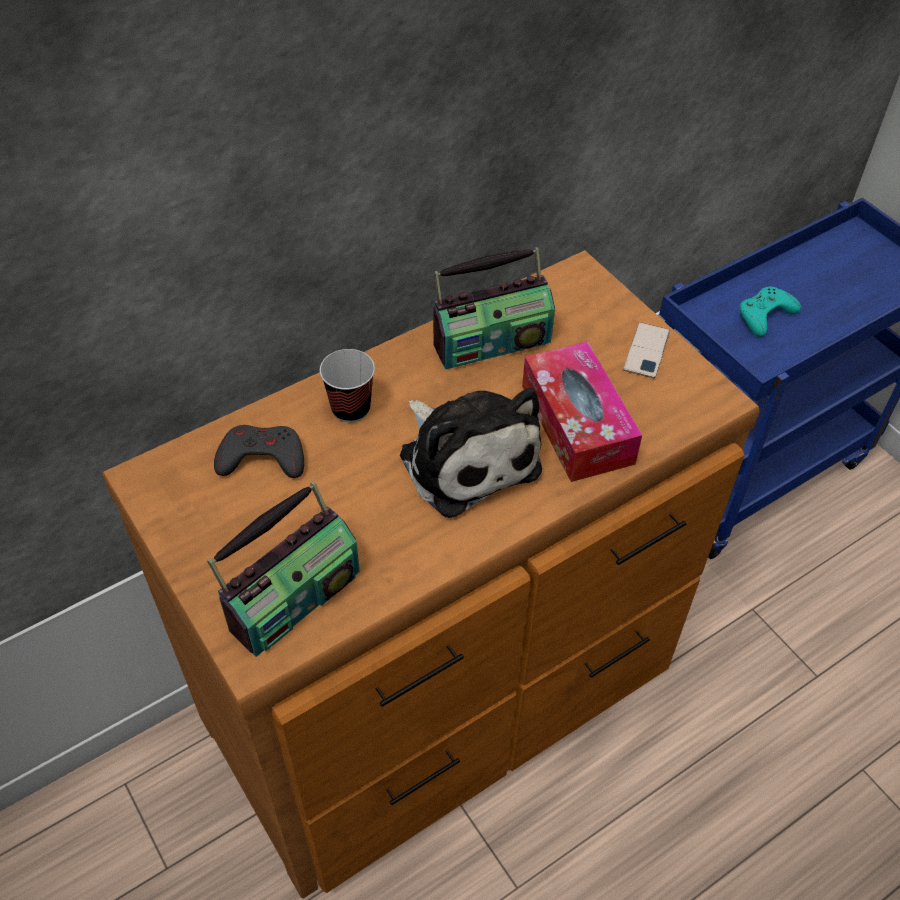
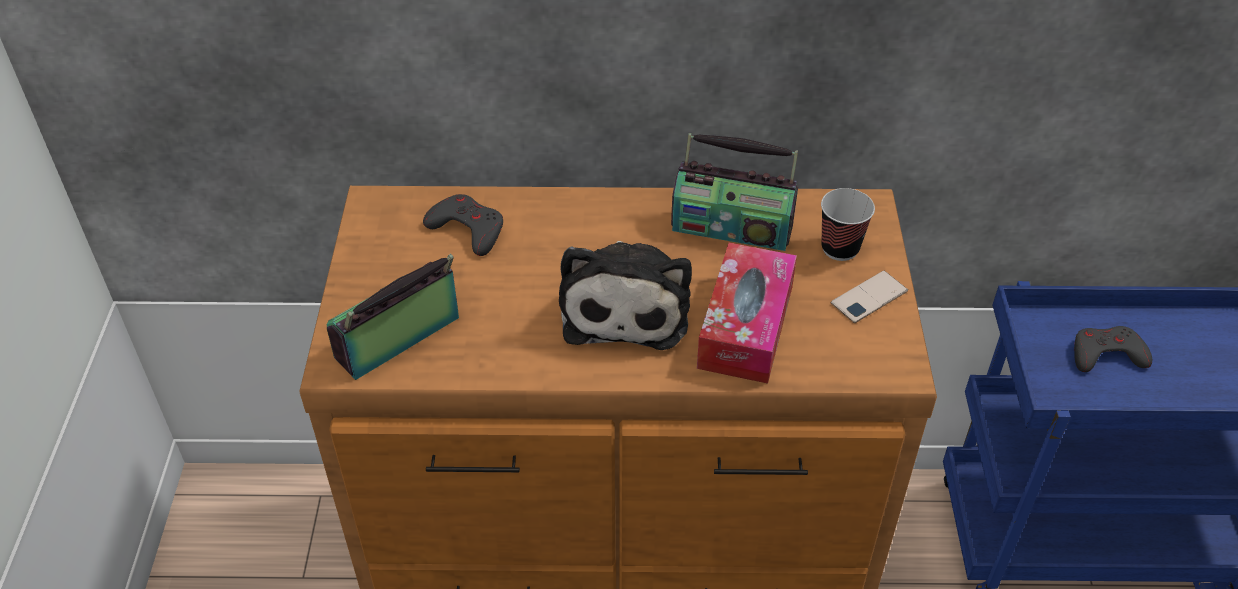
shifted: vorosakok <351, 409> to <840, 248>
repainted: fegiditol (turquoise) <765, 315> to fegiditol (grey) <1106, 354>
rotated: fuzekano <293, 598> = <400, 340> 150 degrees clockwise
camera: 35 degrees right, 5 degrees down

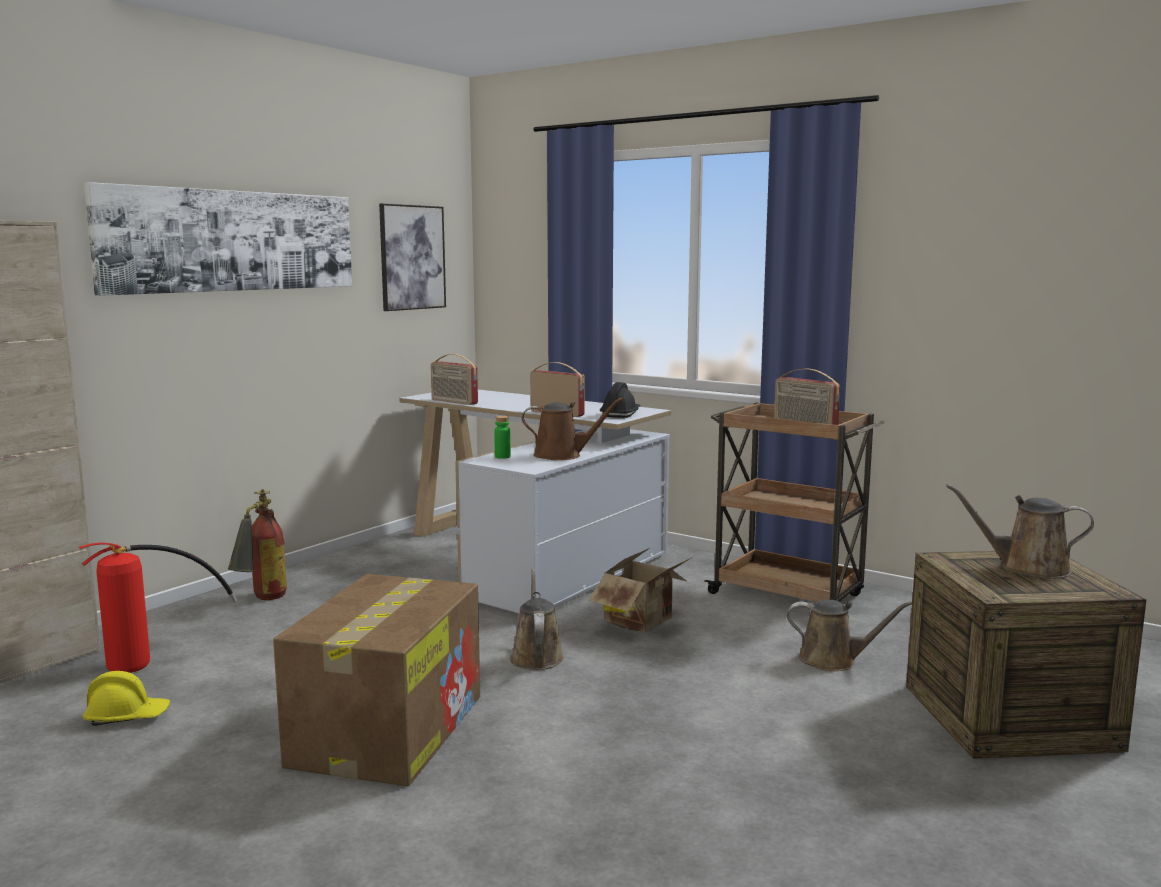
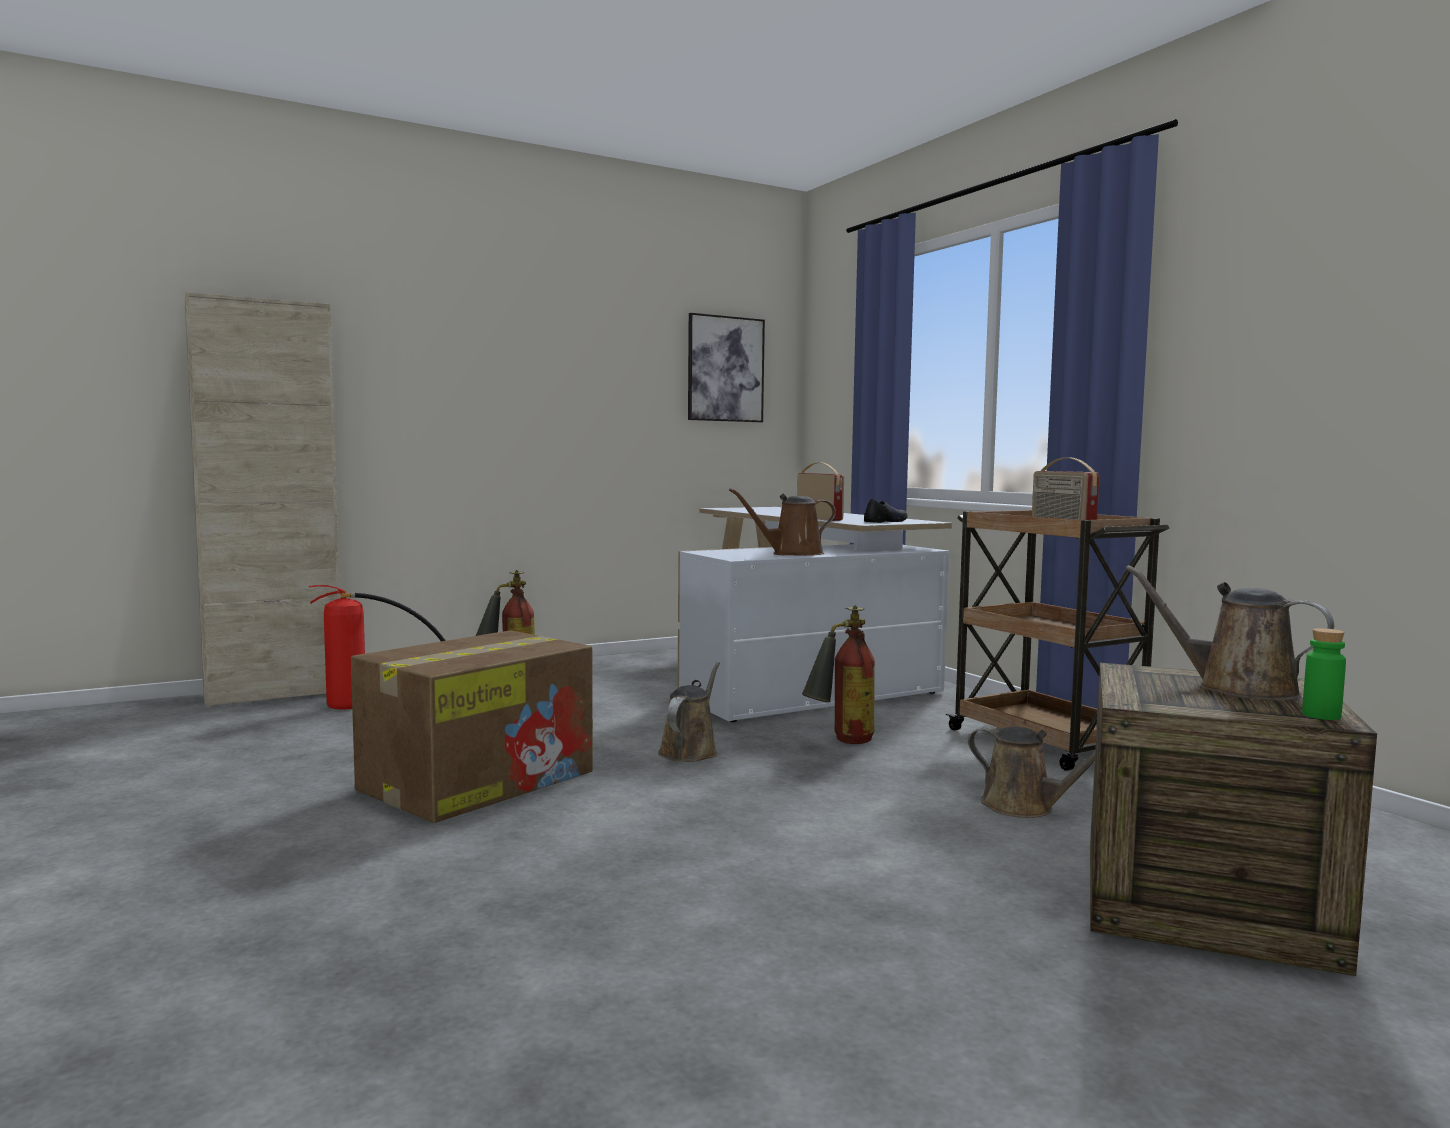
gone: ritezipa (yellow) <127, 716>; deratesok <232, 241>; fuzekano <453, 402>
shifted: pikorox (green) <502, 457> to <1321, 715>
swapped: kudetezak <644, 622> to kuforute <840, 742>; ritezipa (black) <620, 414> to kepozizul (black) <885, 521>
rotated: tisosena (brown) <562, 455> = <792, 554> 135 degrees clockwise
camera: 25 degrees right, 5 degrees down

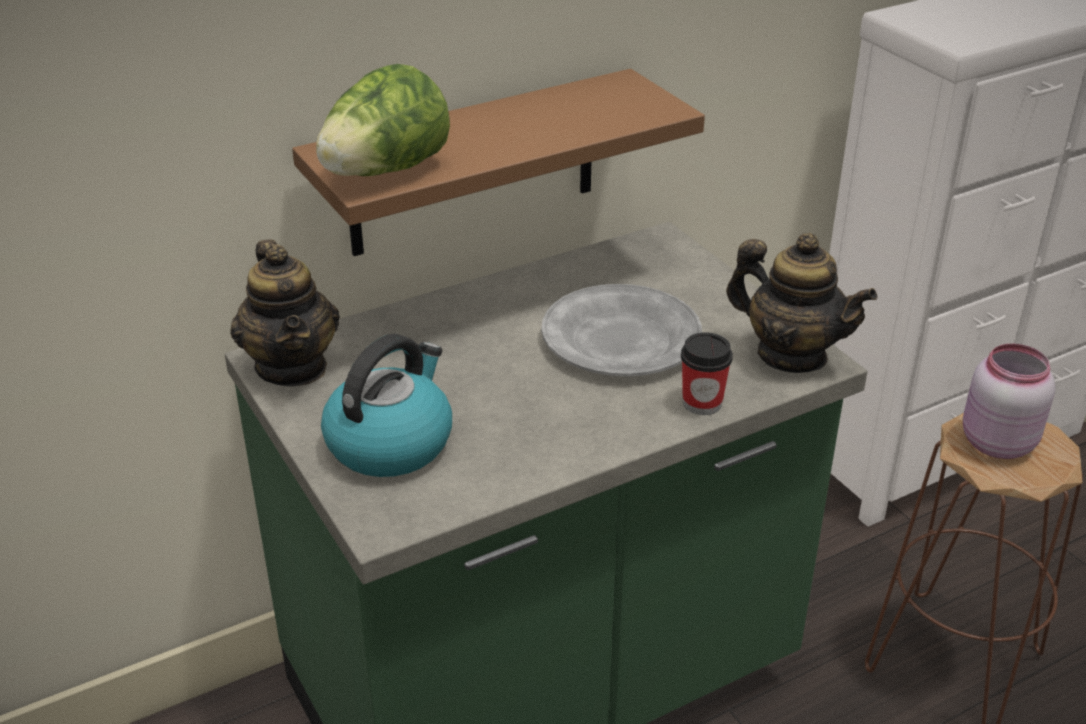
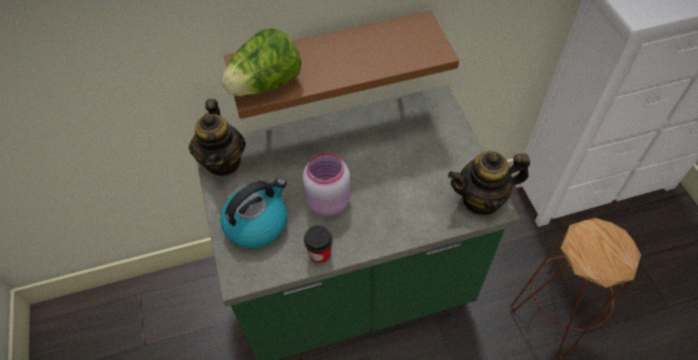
gone: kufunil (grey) <621, 338>
shifted: vorosakok <702, 403> to <320, 255>; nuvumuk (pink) <995, 442> to <327, 201>
rotated: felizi <791, 355> = <481, 199> 120 degrees clockwise
camera: 15 degrees right, 20 degrees up

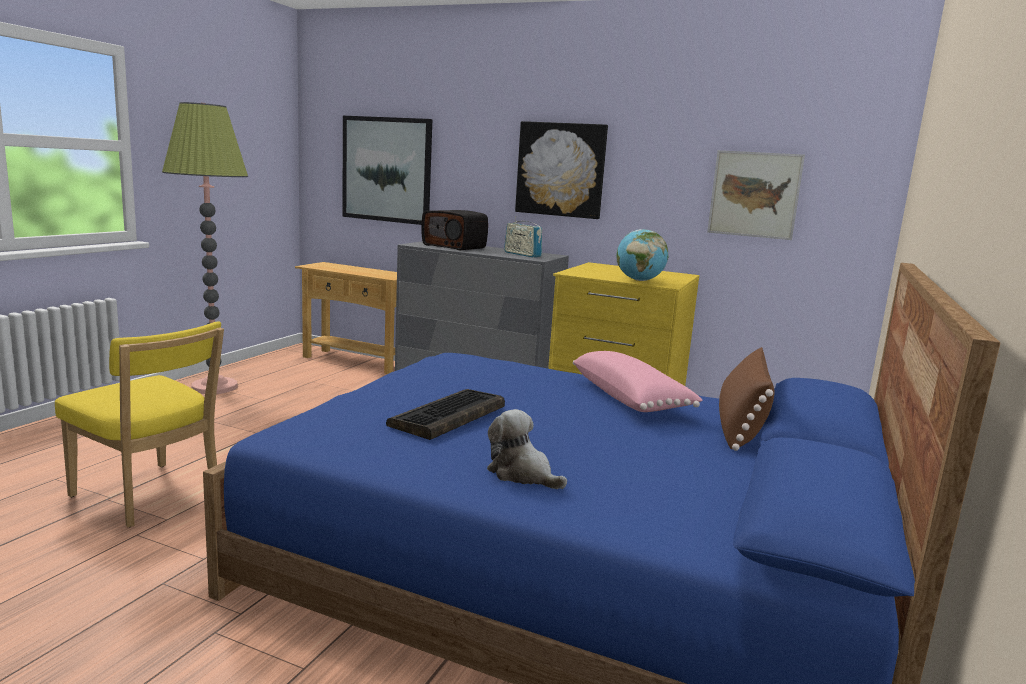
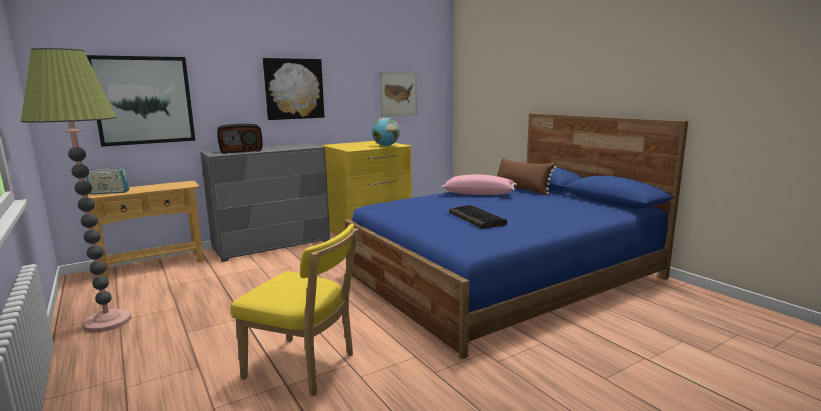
gone: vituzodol <522, 474>
shifted: fuzekano <522, 254> to <109, 192>
rotated: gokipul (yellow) <150, 497> = <304, 368> 45 degrees clockwise
camera: 55 degrees left, 0 degrees up

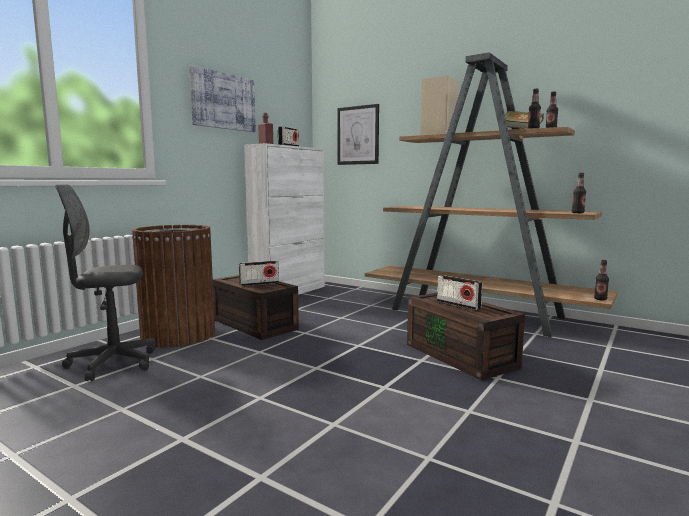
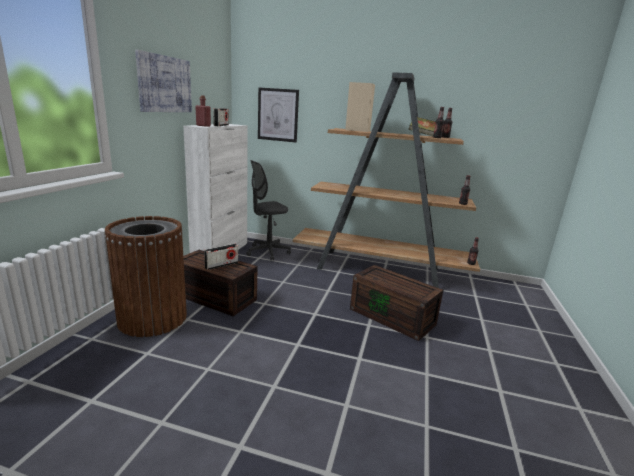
gone: fuzekano <458, 304>
shifted: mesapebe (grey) <113, 363> to <268, 252>
camera: 20 degrees left, 10 degrees up

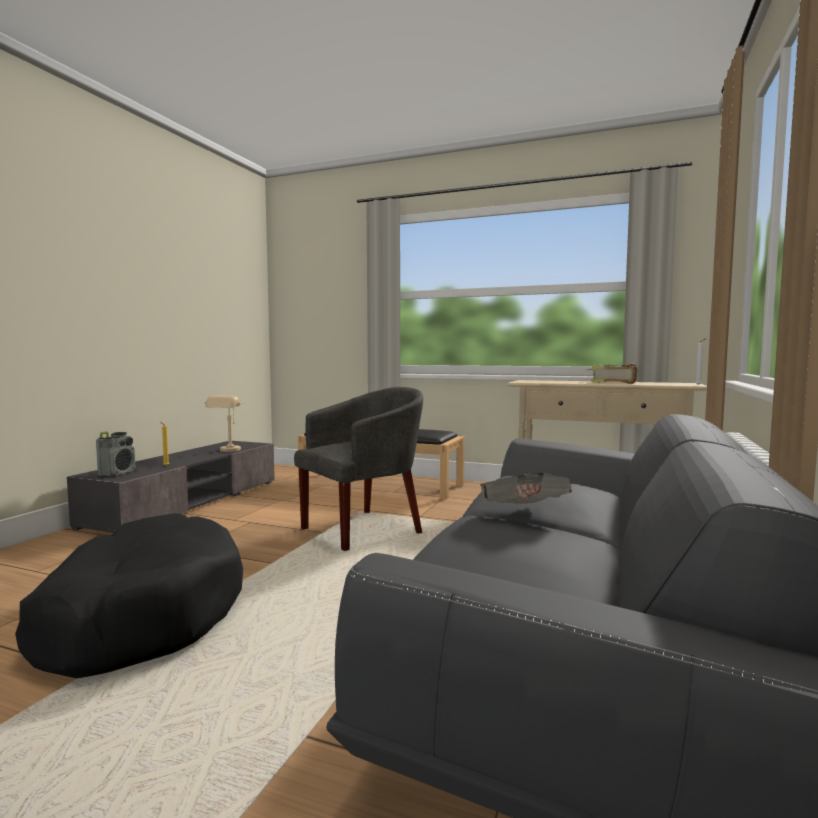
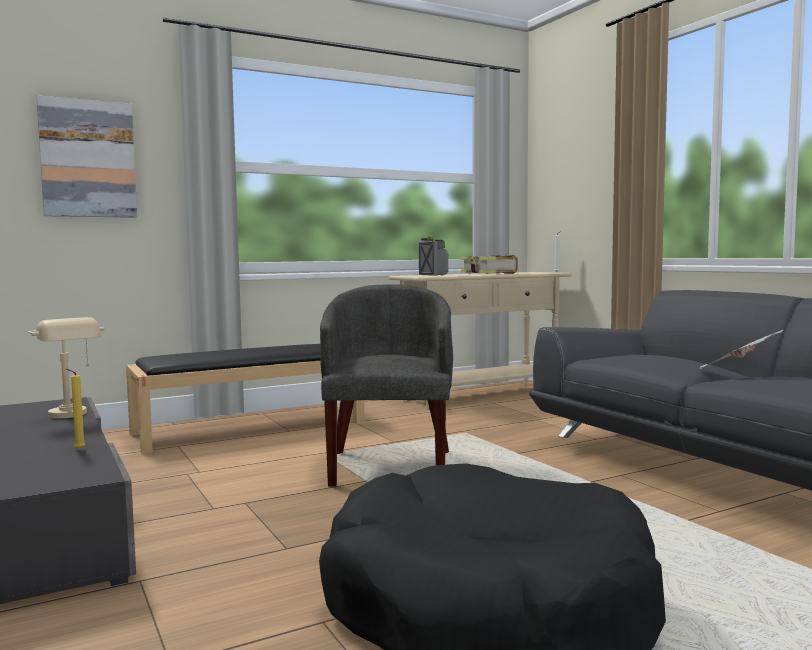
new: deratesok <88, 159>
shifted: fuzekano <117, 473> to <433, 275>
camera: 50 degrees left, 0 degrees up

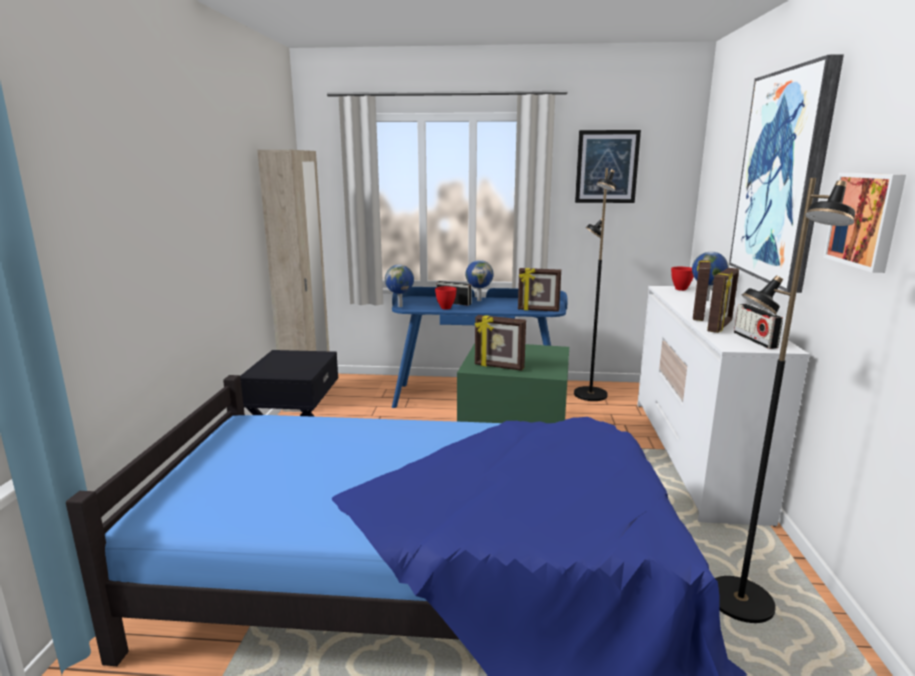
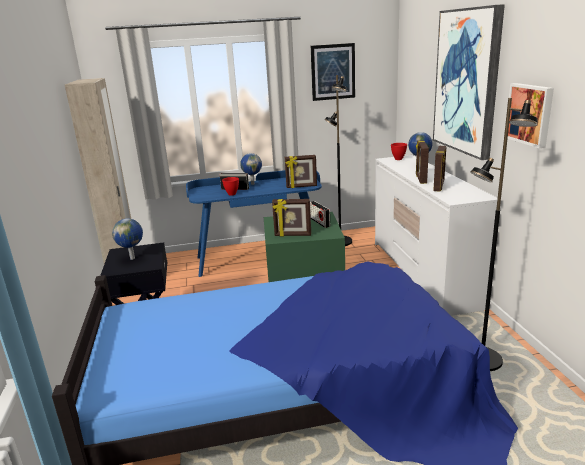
shifted: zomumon <400, 306> to <133, 258>; fuzekano <755, 340> to <319, 222>
camera: 15 degrees left, 5 degrees up

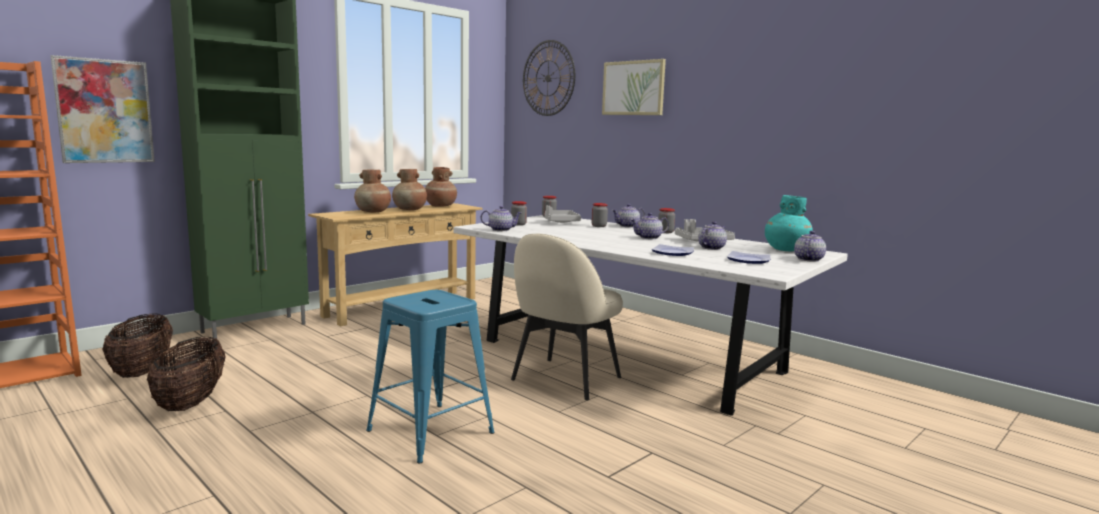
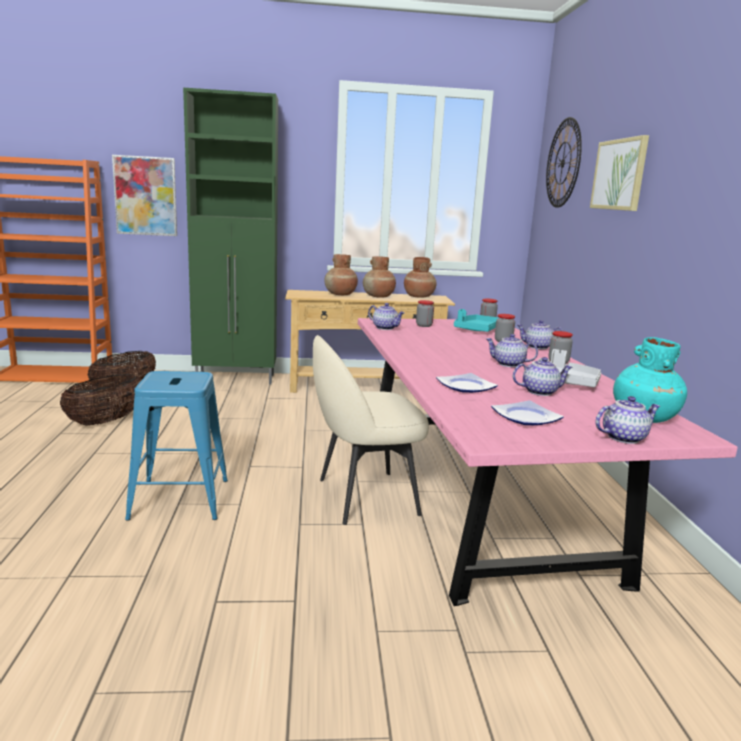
repainted: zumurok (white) <629, 356> to zumurok (pink) <475, 497>; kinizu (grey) <560, 222> to kinizu (turquoise) <477, 330>
camera: 40 degrees right, 5 degrees up

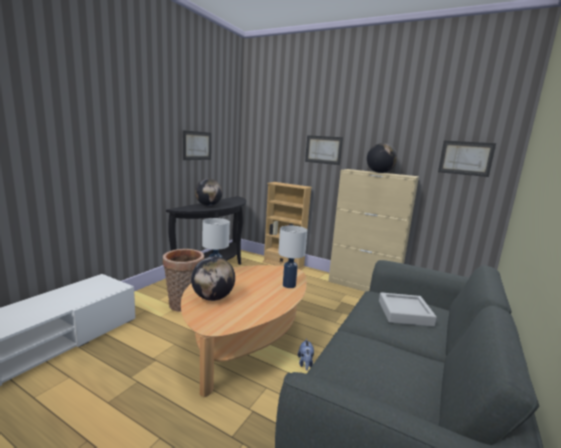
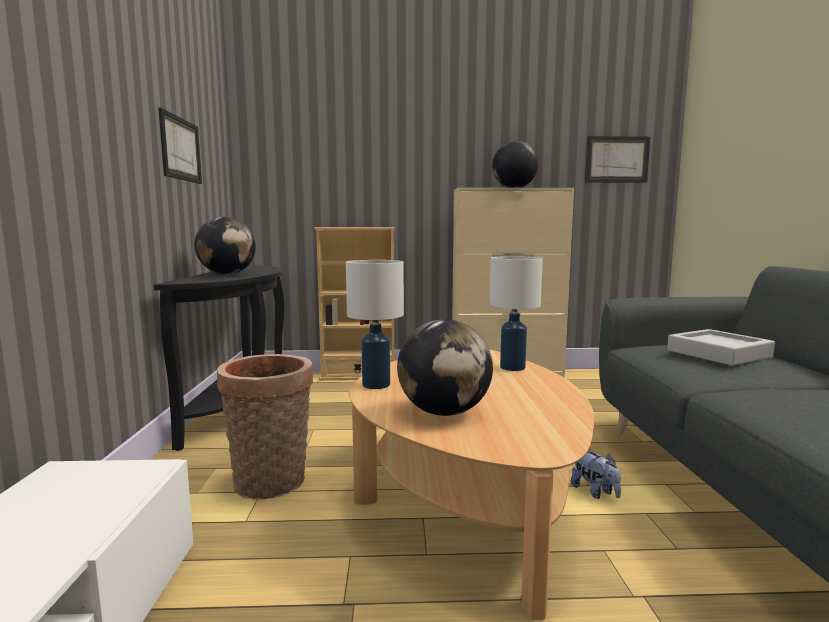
gone: deratesok <323, 150>
camera: 30 degrees left, 5 degrees down

